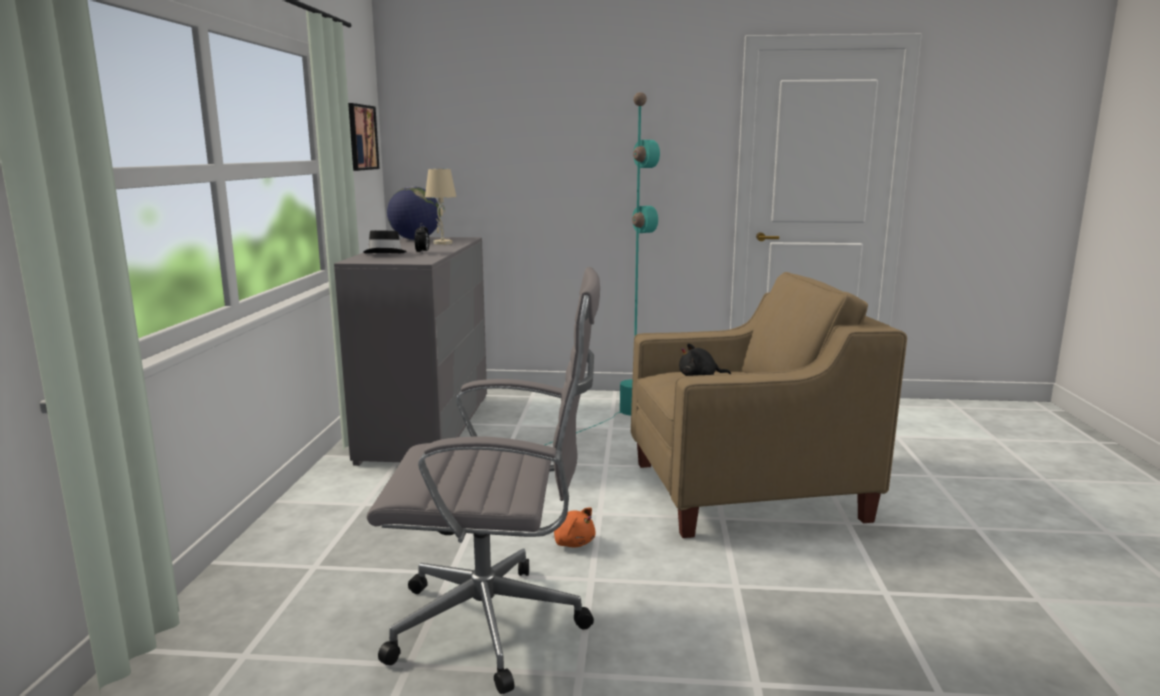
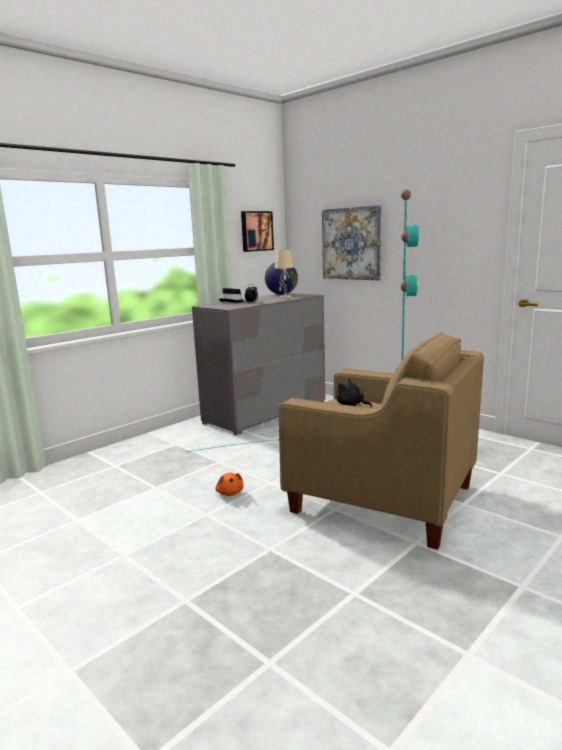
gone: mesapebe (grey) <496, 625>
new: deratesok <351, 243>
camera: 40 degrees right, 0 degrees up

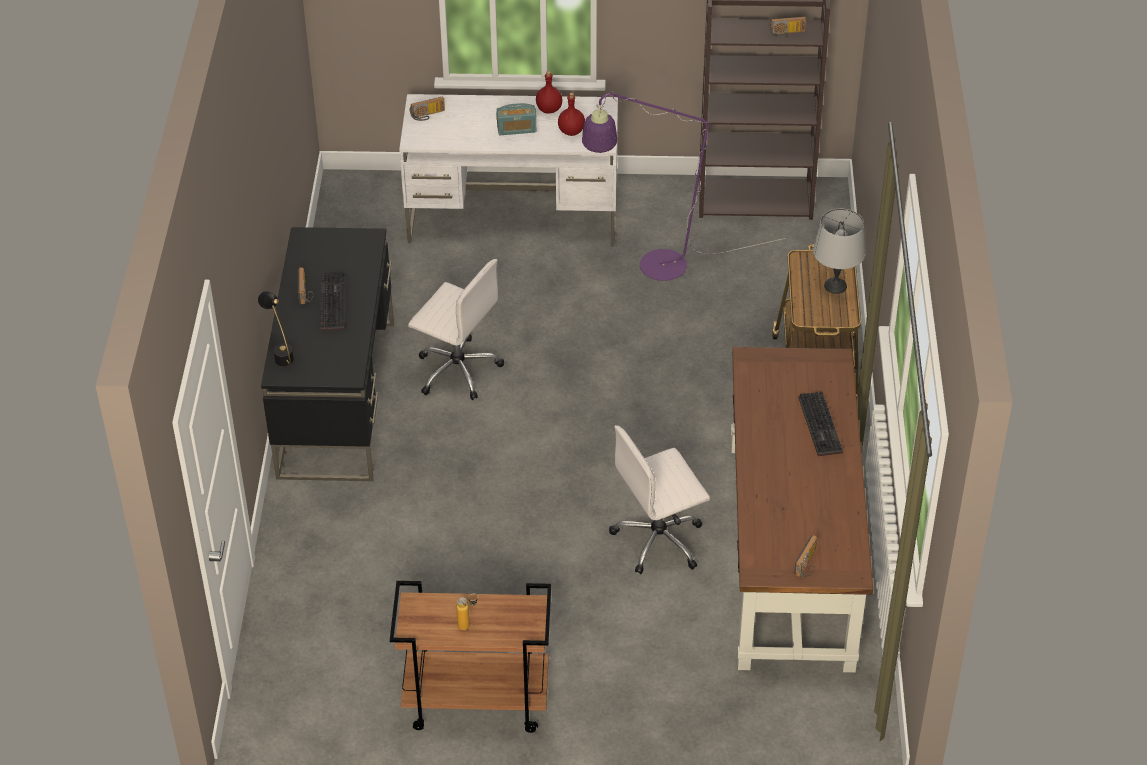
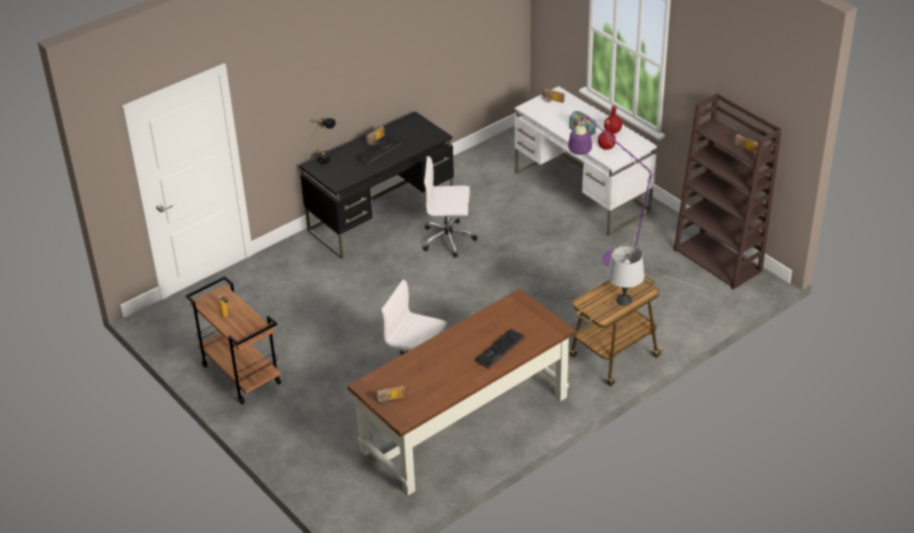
rotated: mesapebe (white) <457, 370> = <449, 239> 105 degrees clockwise
camera: 50 degrees right, 5 degrees down

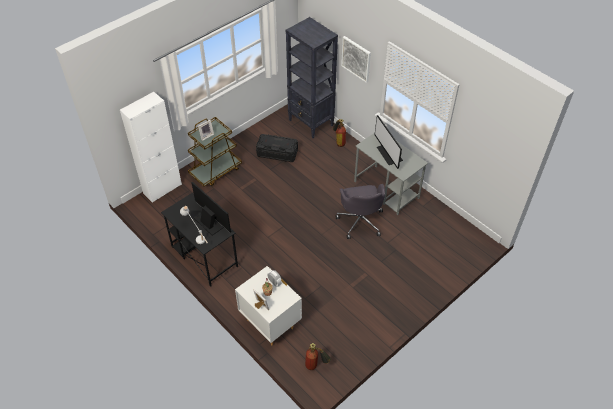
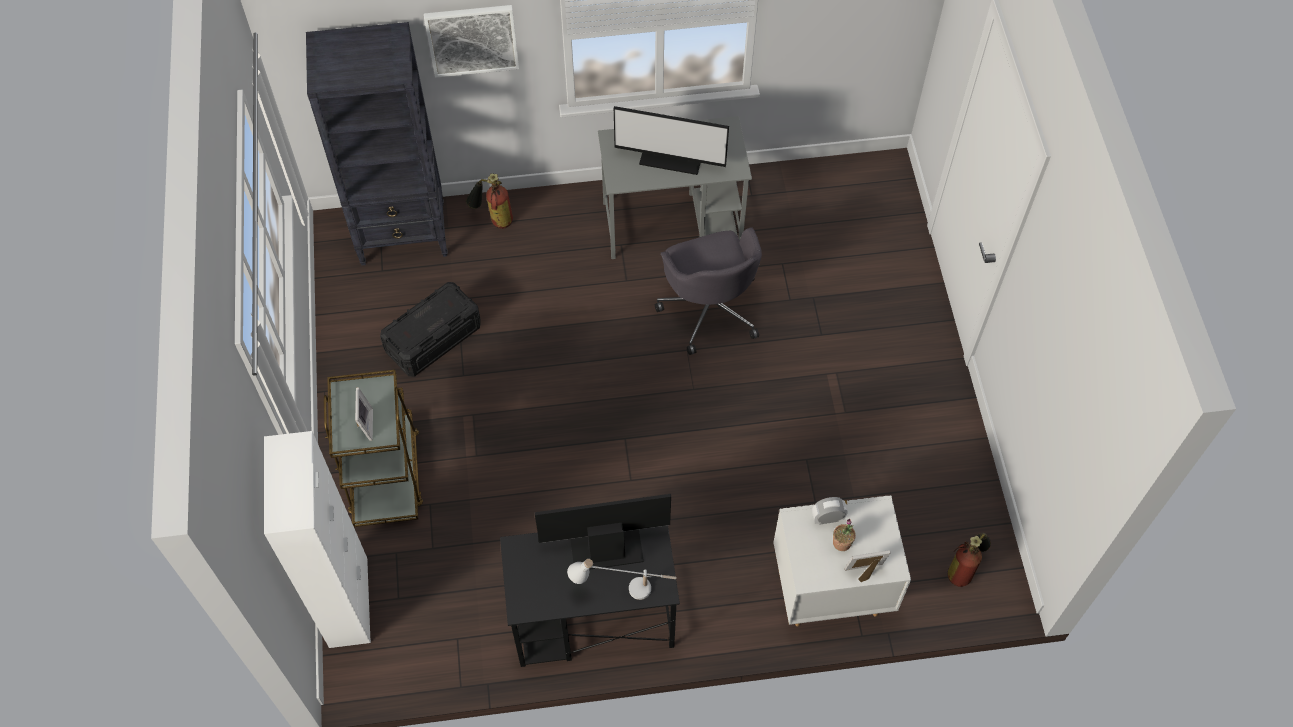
rotated: mesapebe (grey) <360, 221> = <710, 308> 45 degrees clockwise
camera: 55 degrees left, 10 degrees up

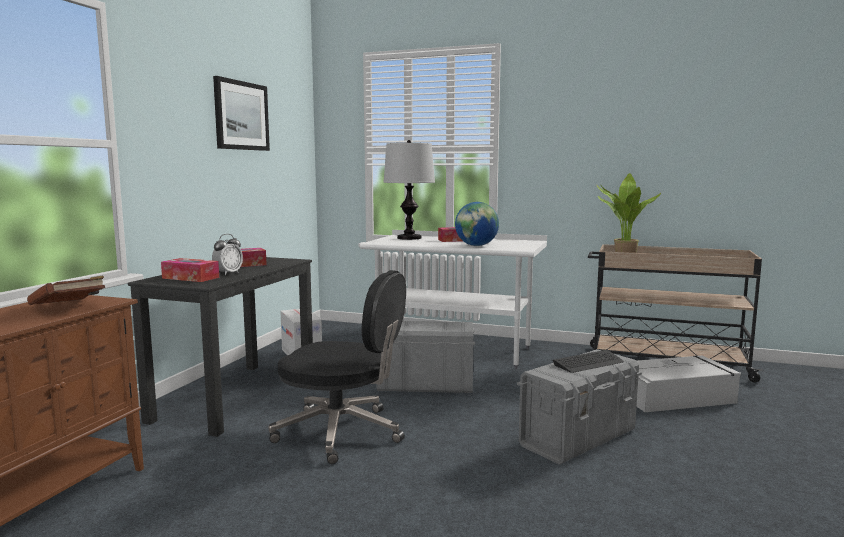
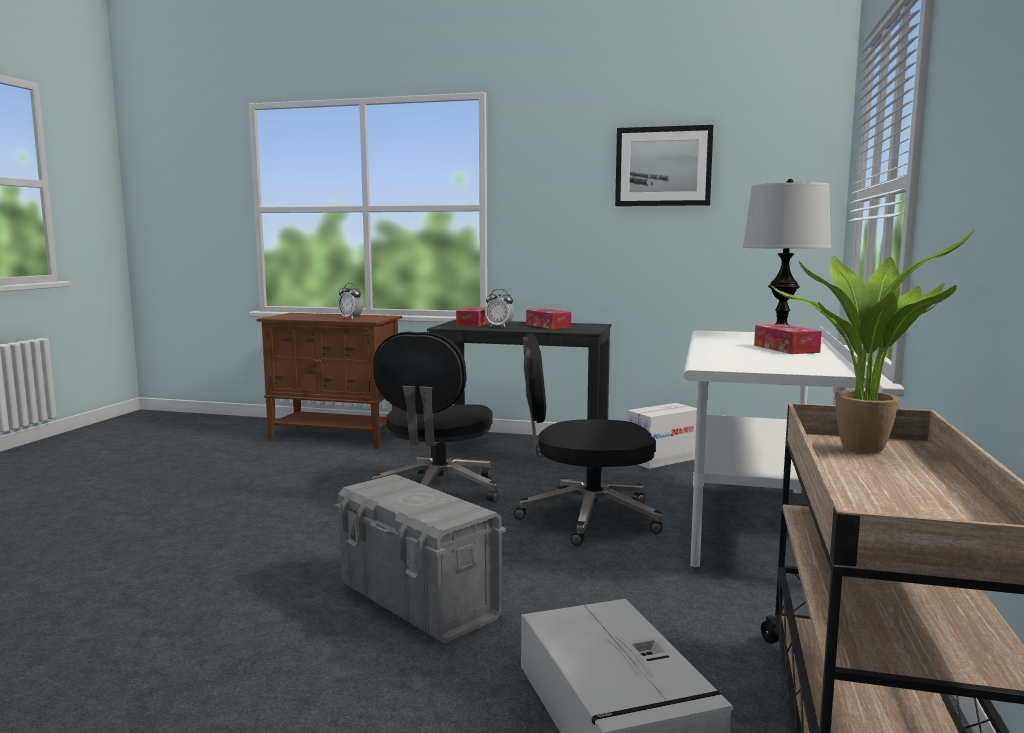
gone: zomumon <476, 245>; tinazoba <588, 363>
swapped: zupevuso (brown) <69, 307> to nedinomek <351, 318>; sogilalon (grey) <425, 385> to mesapebe (black) <586, 517>
camera: 85 degrees right, 0 degrees up

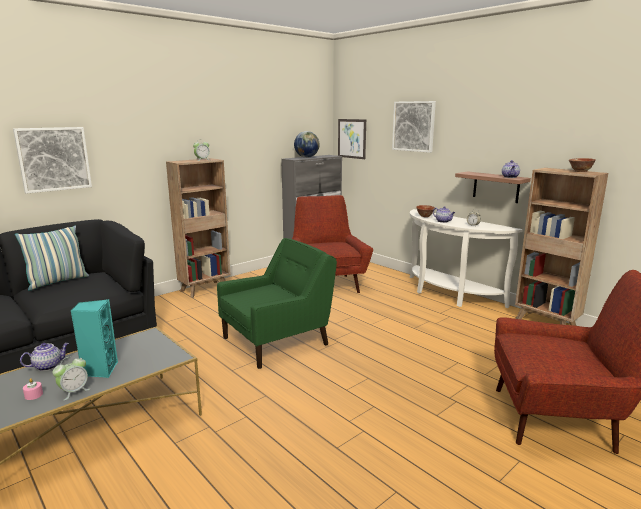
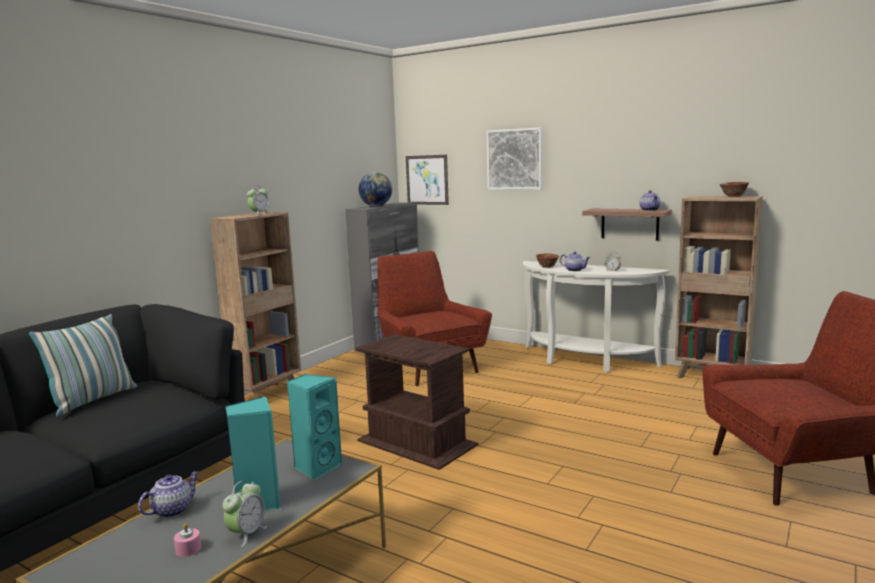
gone: deratesok <54, 159>
new: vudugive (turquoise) <316, 467>
swapped: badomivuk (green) <277, 341> to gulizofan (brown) <418, 443>
camera: 15 degrees left, 5 degrees down

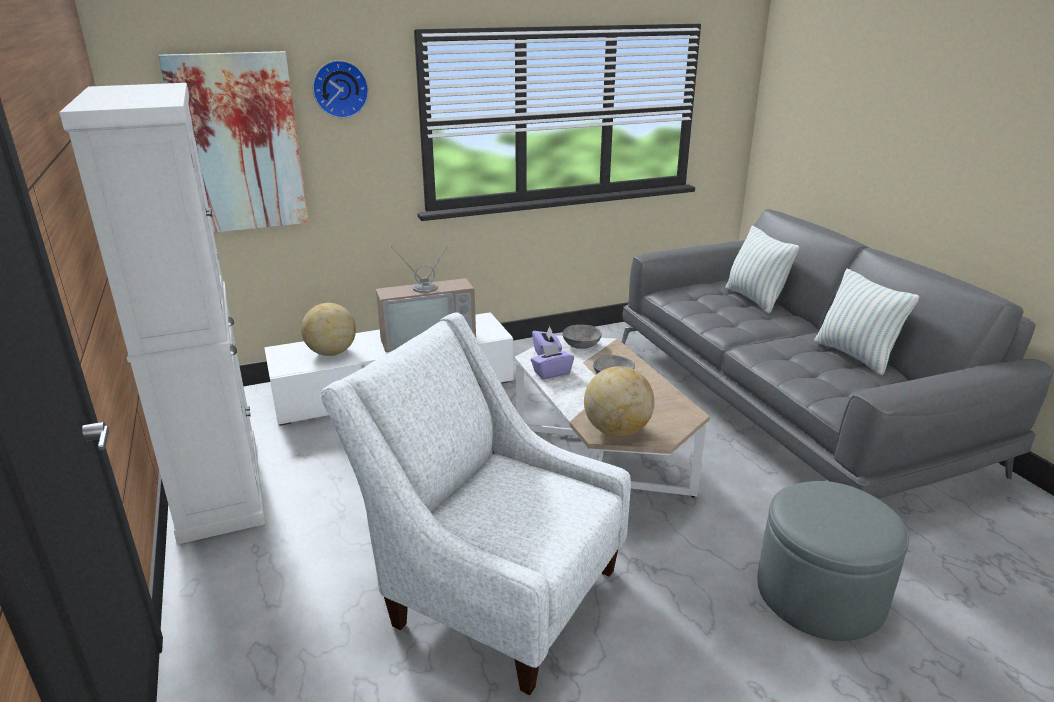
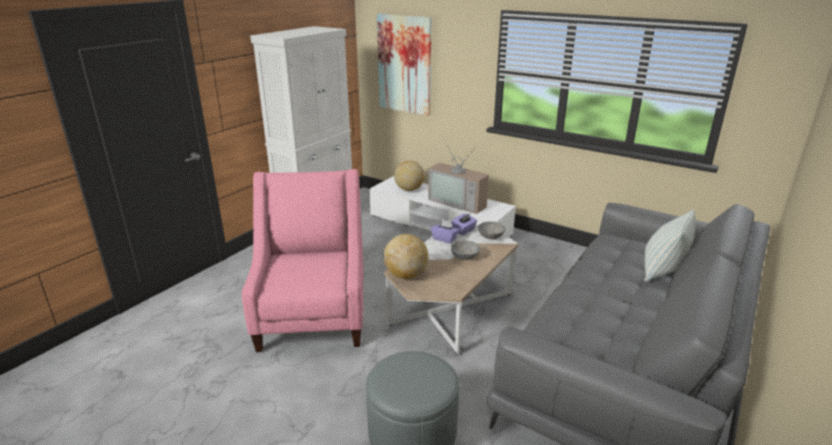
gone: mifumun <340, 89>; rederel <855, 355>
repainted: badomivuk (white) <492, 590> to badomivuk (pink) <313, 316>
camera: 55 degrees right, 0 degrees up

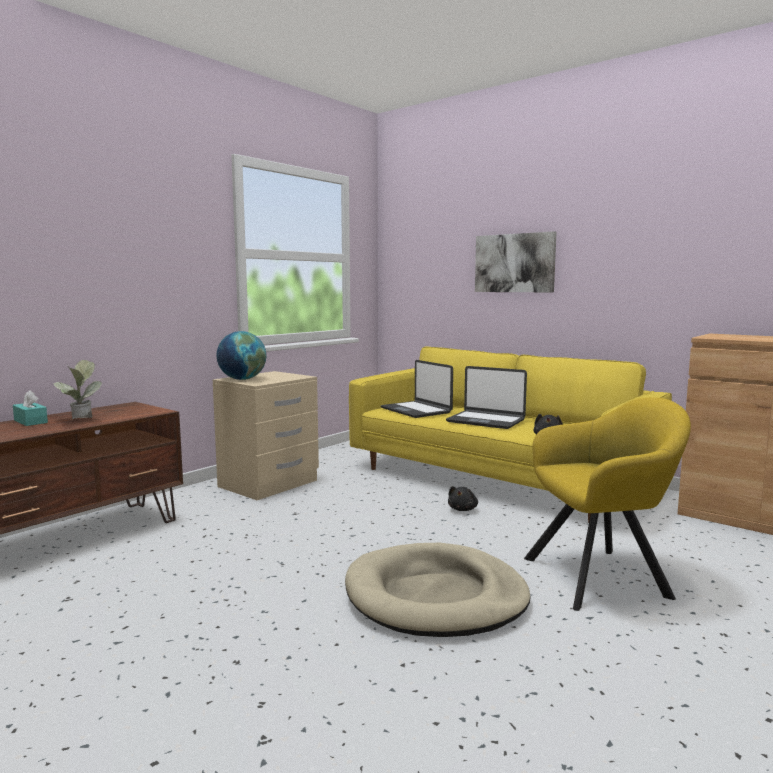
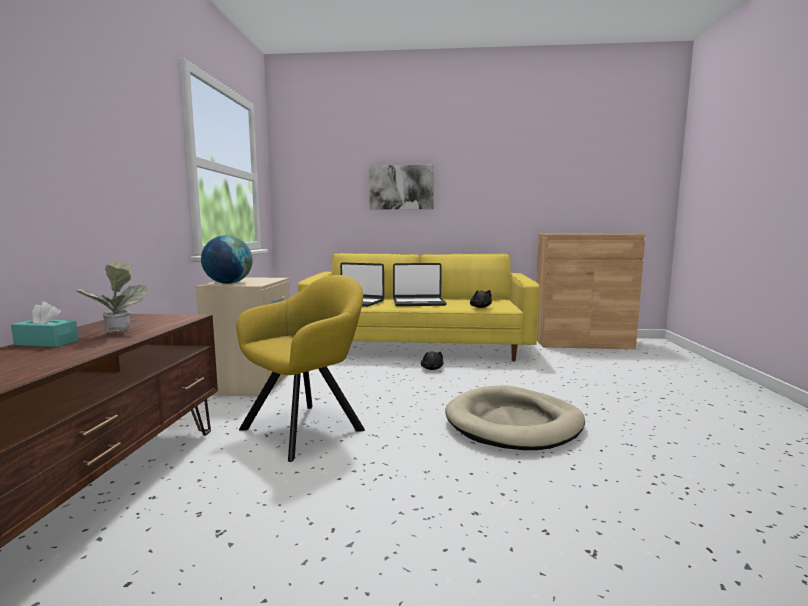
shifted: badomivuk (yellow) <603, 576> to <308, 427>
camera: 35 degrees left, 0 degrees up

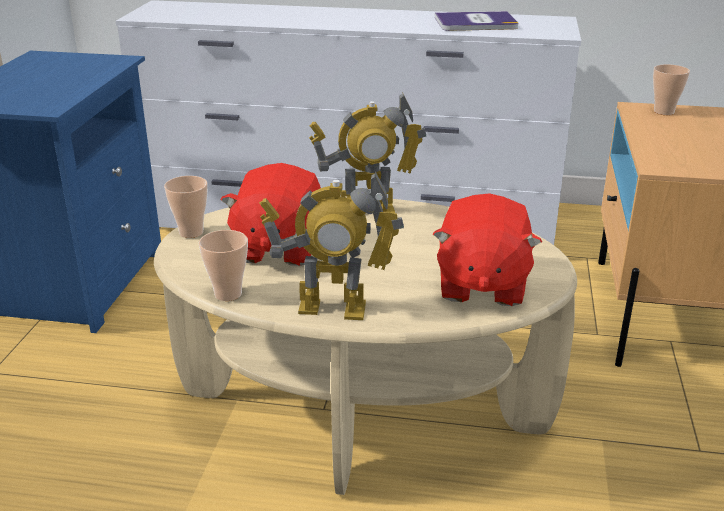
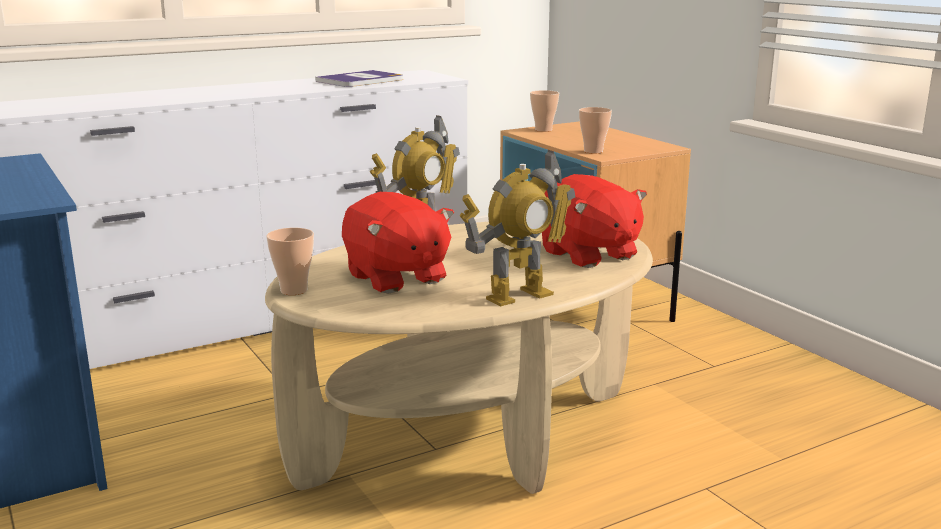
shifted: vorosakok <228, 294> to <593, 151>
camera: 40 degrees left, 10 degrees down

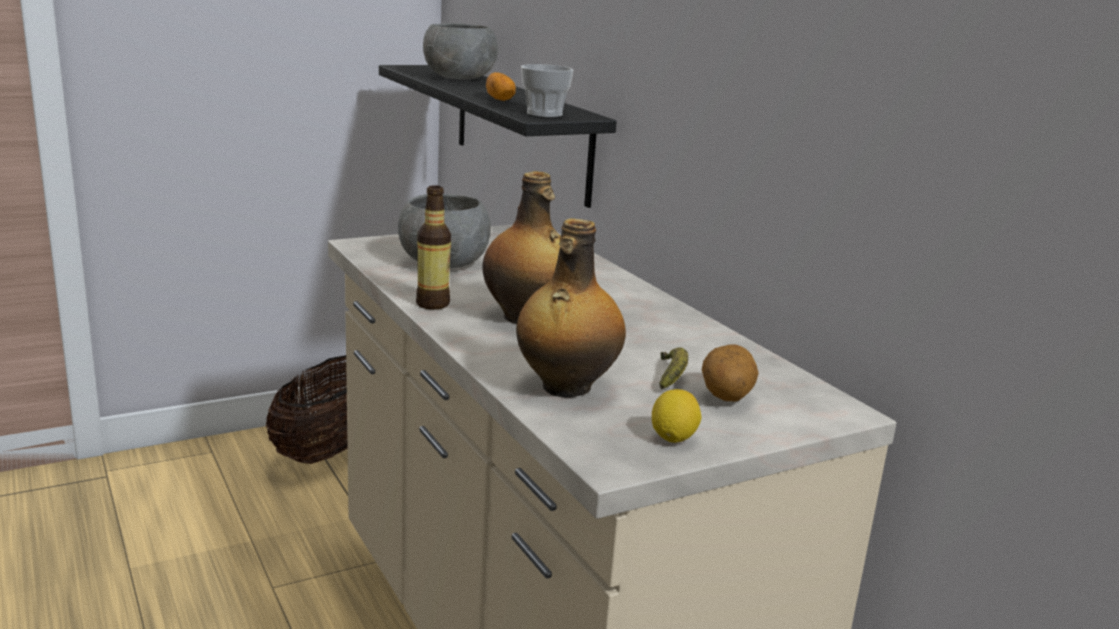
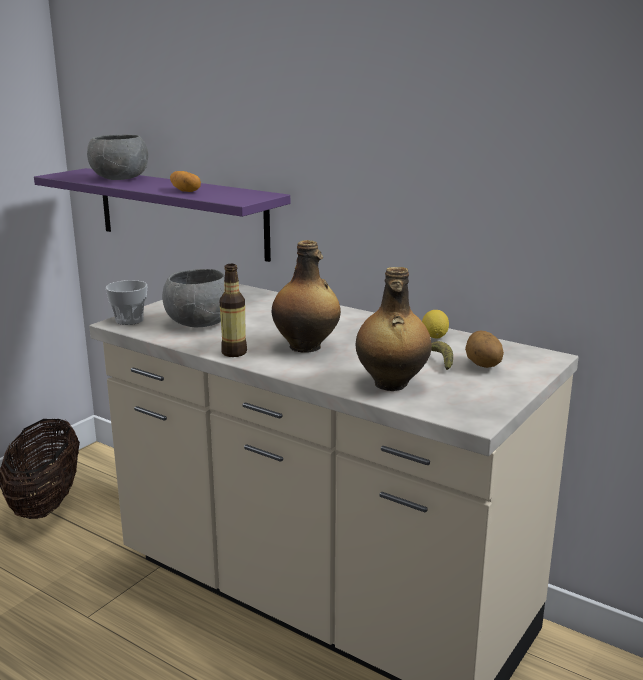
shifted: vorosakok <544, 114> to <129, 320>; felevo <673, 438> to <434, 337>
repainted: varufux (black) <520, 130> to varufux (purple) <181, 212>
camera: 25 degrees left, 0 degrees up

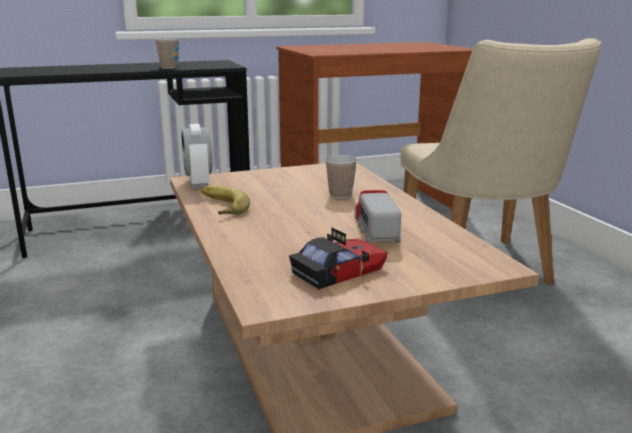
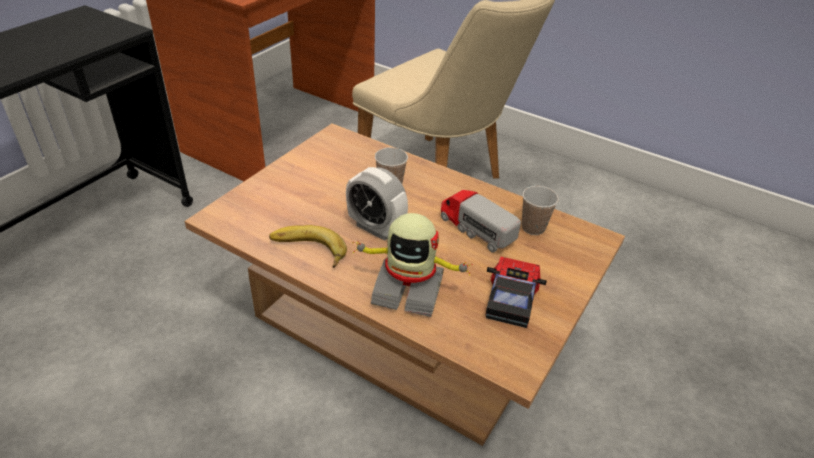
new: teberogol <408, 288>
shifted: vorosakok <169, 67> to <533, 228>; nedinomek <198, 183> to <376, 228>
camera: 40 degrees left, 20 degrees up

